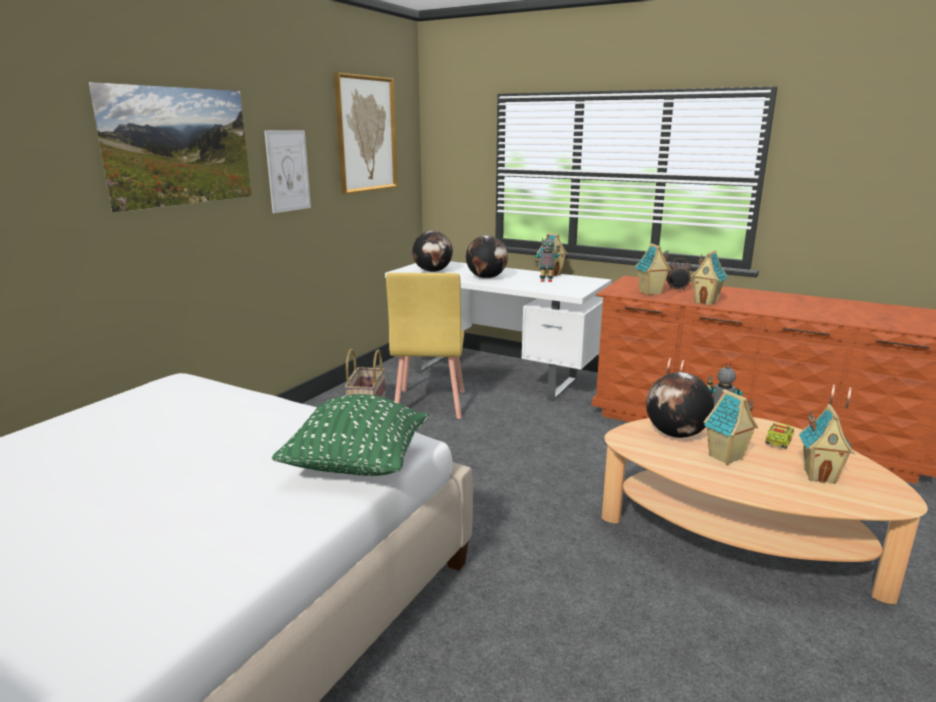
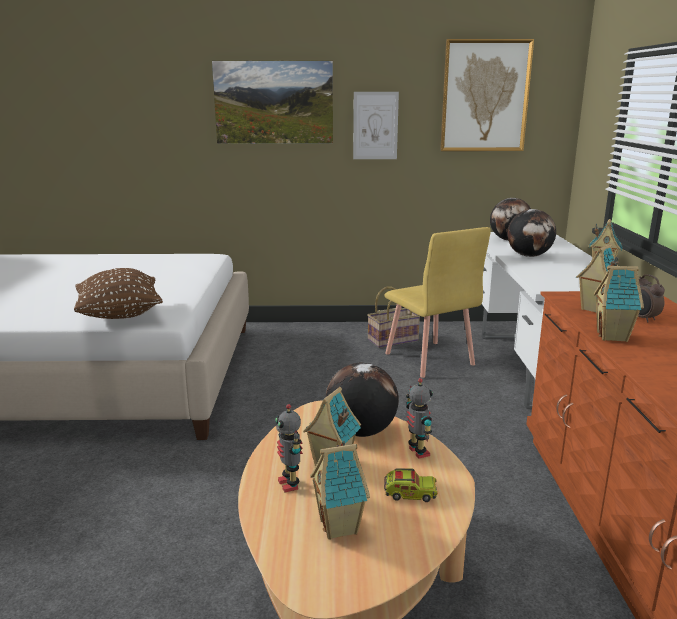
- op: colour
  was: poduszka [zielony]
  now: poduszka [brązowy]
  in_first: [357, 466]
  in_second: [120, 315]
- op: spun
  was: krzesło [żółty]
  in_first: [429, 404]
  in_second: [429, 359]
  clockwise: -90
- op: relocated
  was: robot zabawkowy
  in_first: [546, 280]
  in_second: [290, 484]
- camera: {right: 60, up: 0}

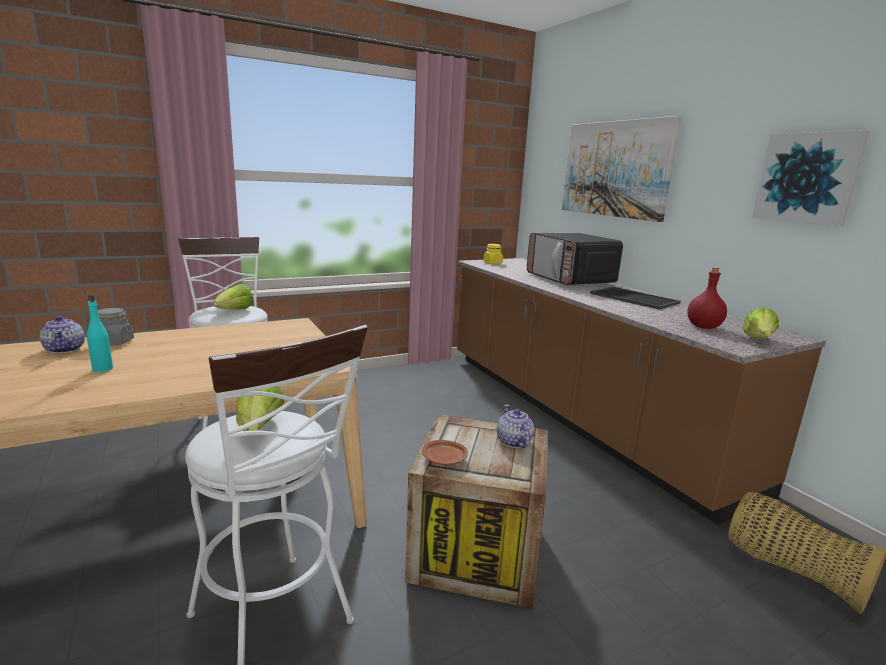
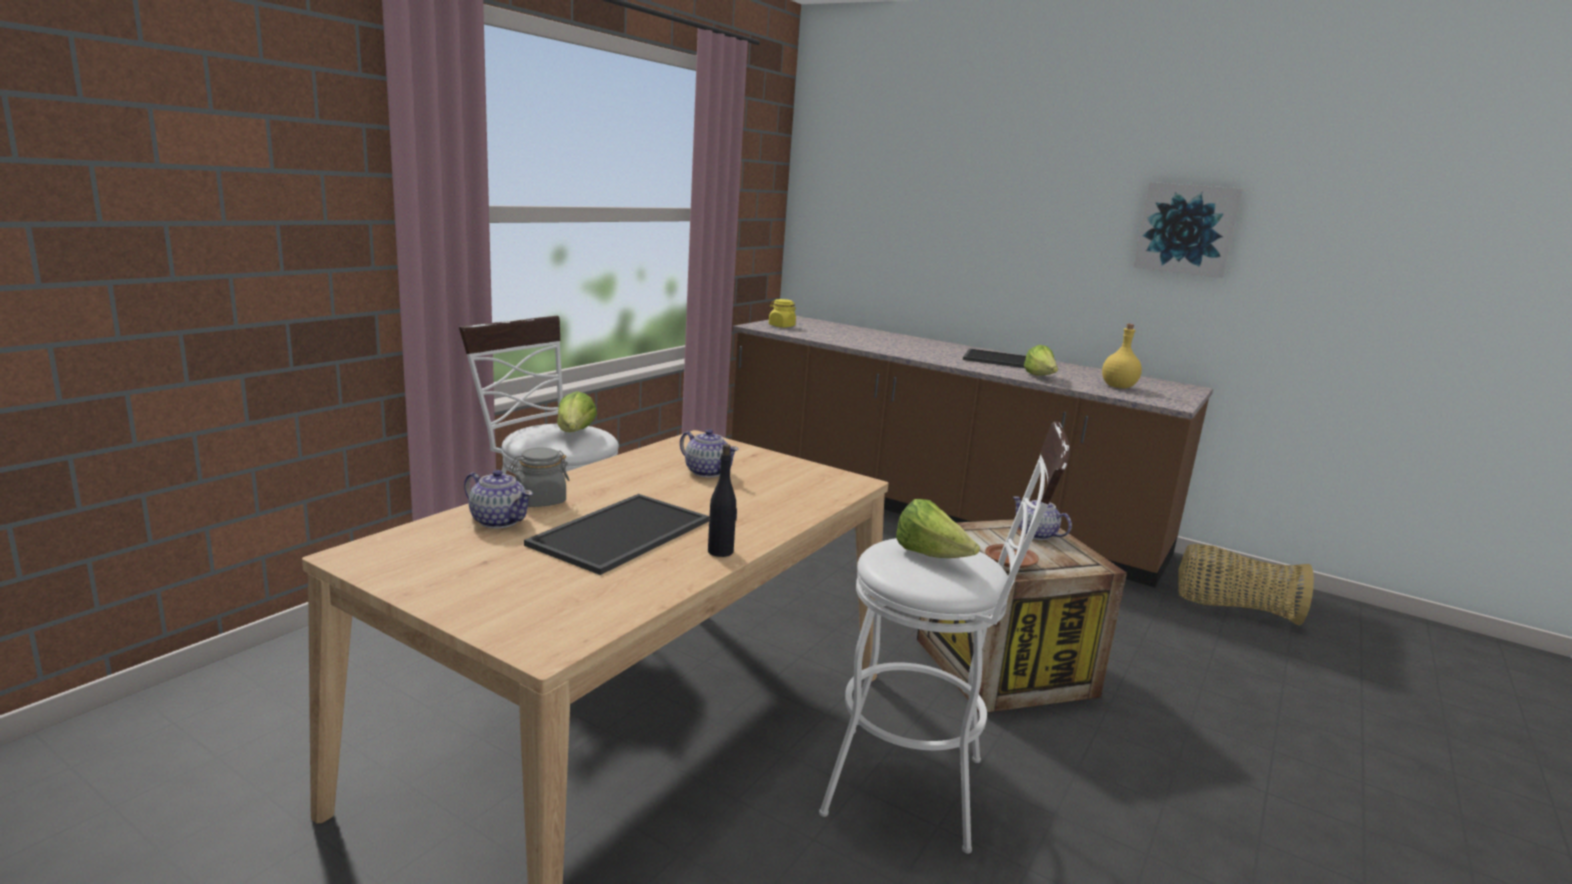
- op: exchanged
  was: butelka [turkusowy]
  now: taca
  in_first: [102, 369]
  in_second: [622, 534]
- op: missing
  was: mikrofalówka
  in_first: [570, 279]
- op: missing
  was: obraz
  in_first: [615, 169]
- op: colour
  was: butelka [czerwony]
  now: butelka [żółty]
  in_first: [702, 327]
  in_second: [1117, 387]
- op: relocated
  was: sałata
  in_first: [758, 340]
  in_second: [1040, 377]
- op: appeared
  now: imbryk
  in_second: [707, 472]
- op: appeared
  now: butelka [czarny]
  in_second: [721, 551]
- camera: {right: -30, up: 0}

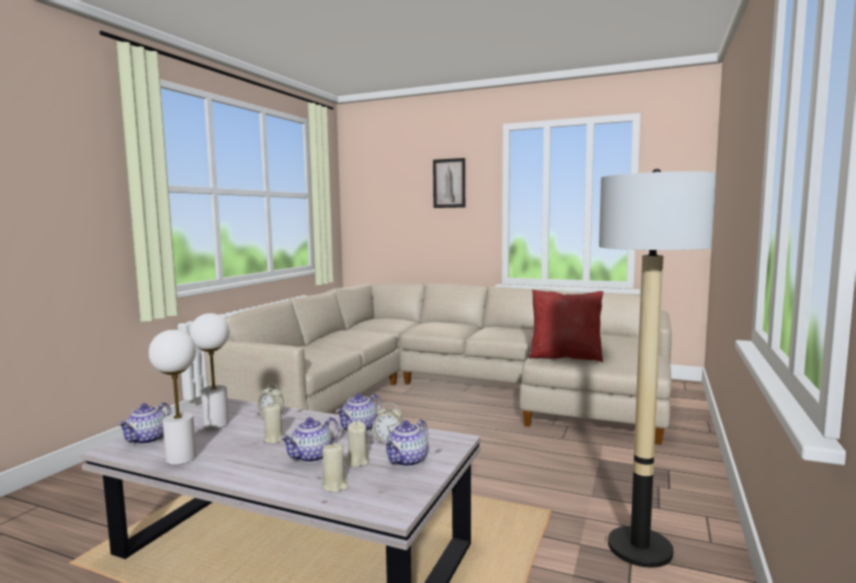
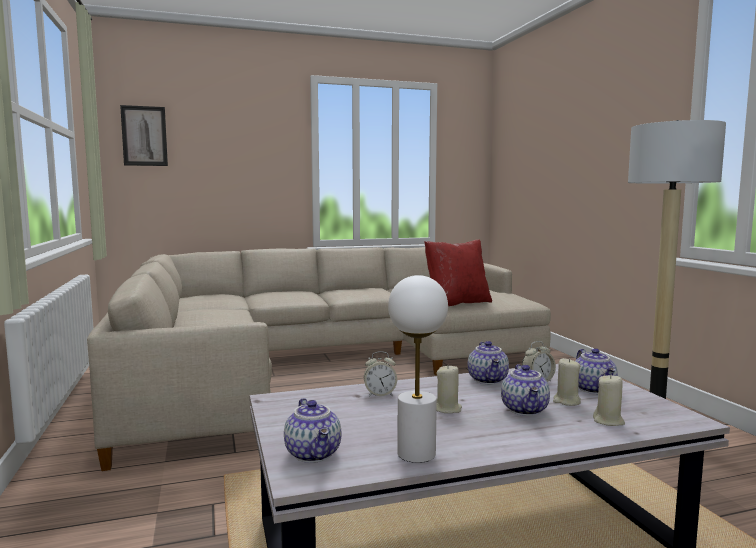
- op: missing
  was: lampa stołowa [biały]
  in_first: [215, 424]
- op: relocated
  was: obraz
  in_first: [449, 183]
  in_second: [144, 136]
- camera: {right: -40, up: 0}

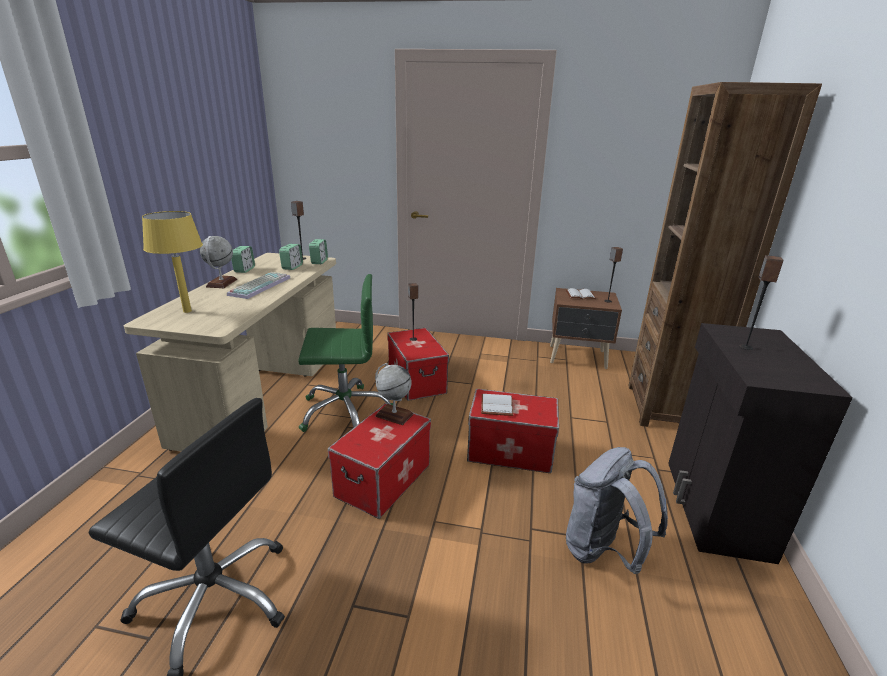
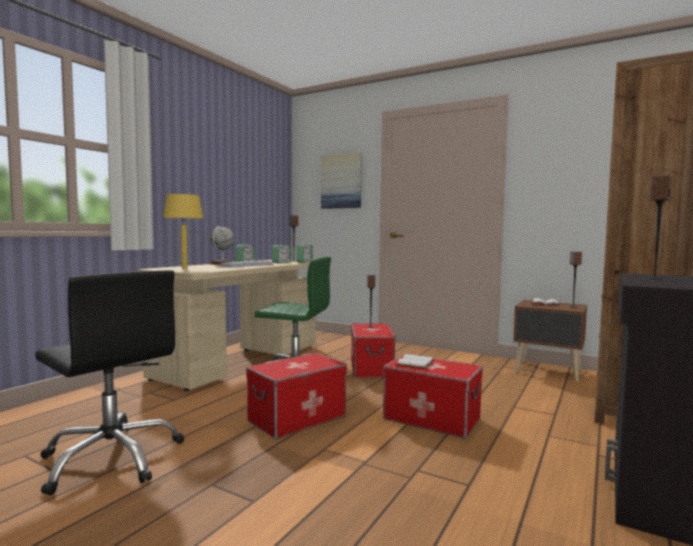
- op: missing
  was: globus
  in_first: [394, 415]
- op: missing
  was: plecak [szary]
  in_first: [603, 551]
- op: appeared
  now: obraz
  in_second: [341, 181]
- camera: {right: 20, up: -20}

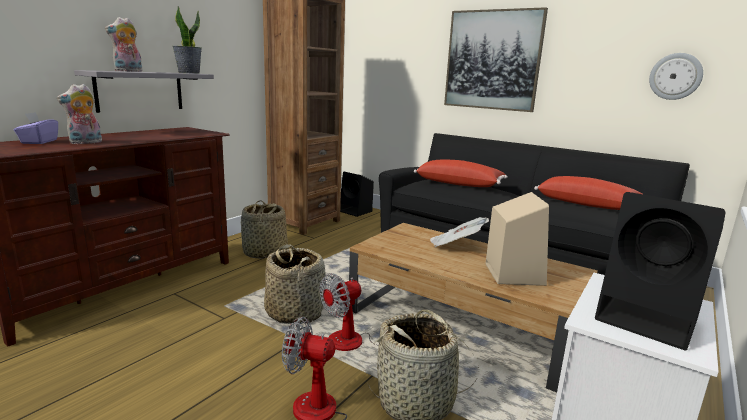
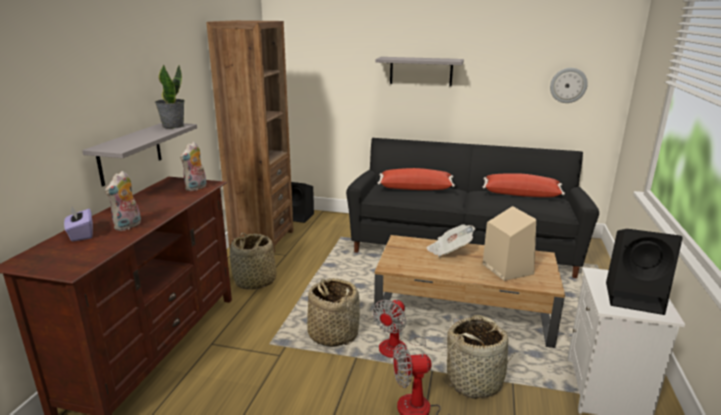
- op: relocated
  was: pluszak
  in_first: [128, 71]
  in_second: [196, 188]
- op: exchanged
  was: obraz
  now: półka [szary]
  in_first: [492, 60]
  in_second: [421, 71]
- camera: {right: -20, up: 5}

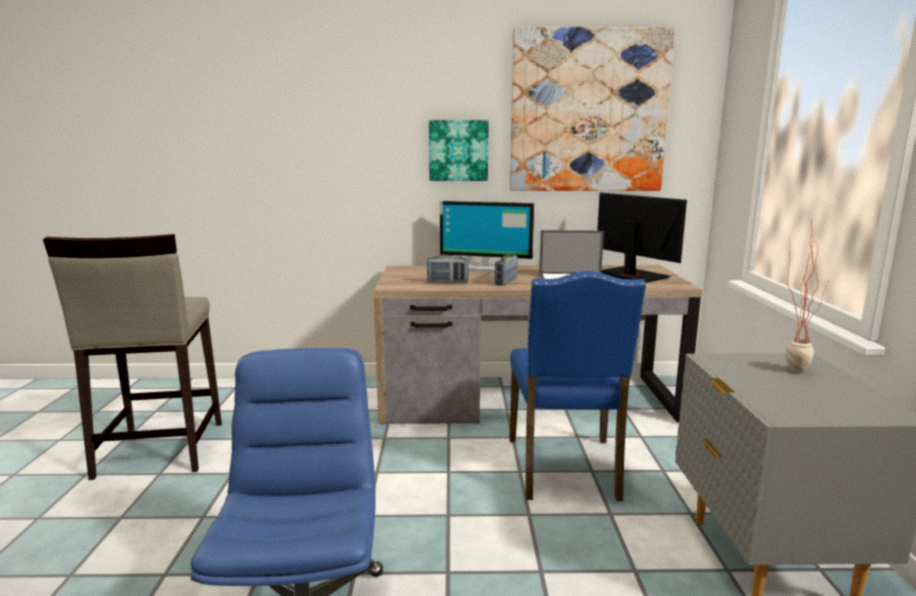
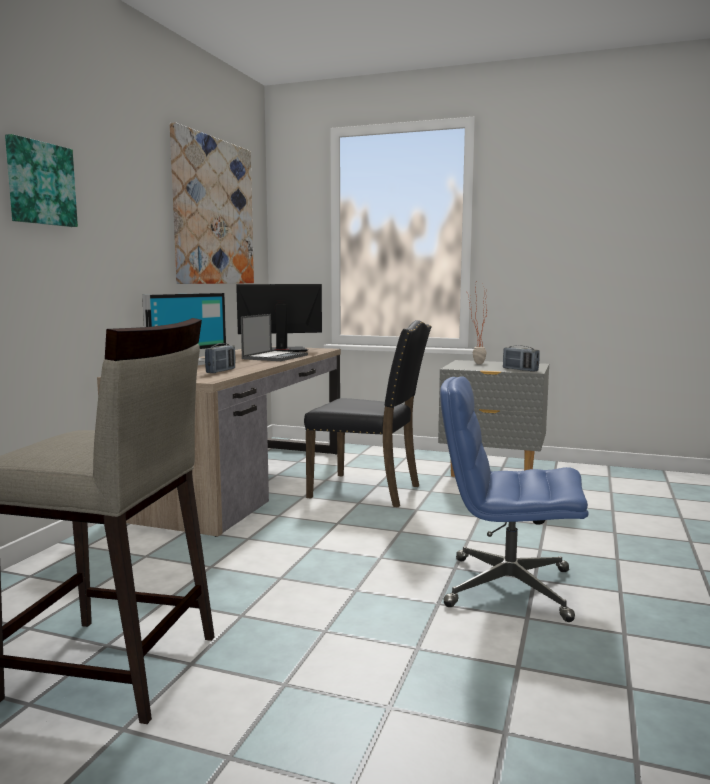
- op: relocated
  was: obraz
  in_first: [458, 150]
  in_second: [40, 183]
- op: relocated
  was: radio
  in_first: [506, 281]
  in_second: [520, 370]
- op: colour
  was: krzesło [niebieski]
  now: krzesło [czarny]
  in_first: [565, 469]
  in_second: [368, 491]
- camera: {right: -70, up: -5}

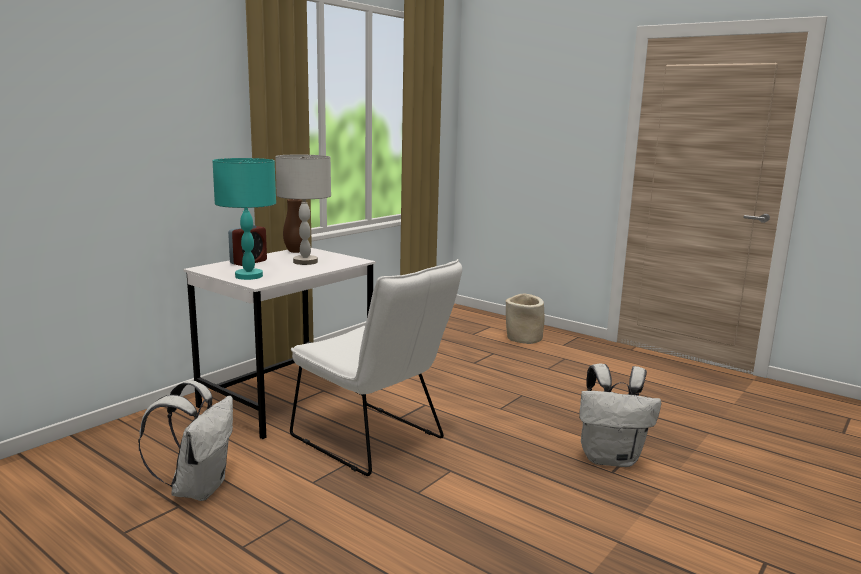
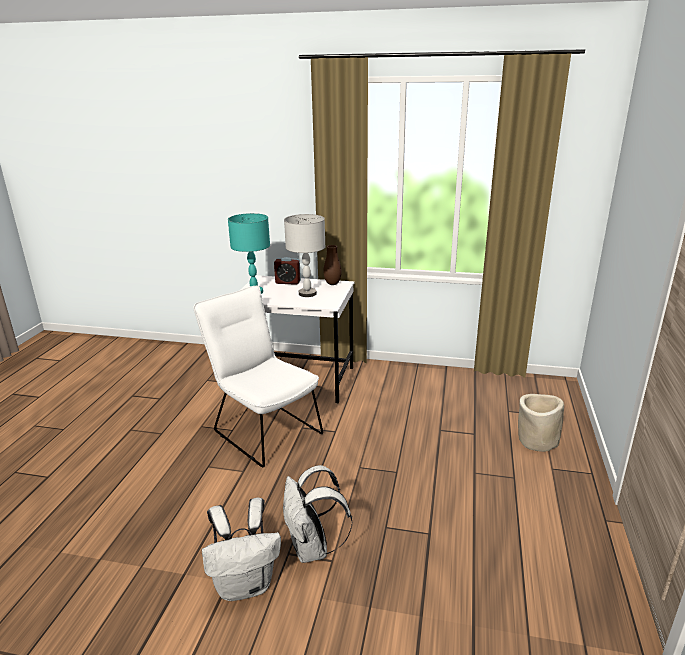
- op: relocated
  was: plecak [biały]
  in_first: [198, 488]
  in_second: [245, 584]
- op: spun
  was: krzesło [biały]
  in_first: [374, 441]
  in_second: [263, 429]
  clockwise: 120
- camera: {right: 65, up: 10}

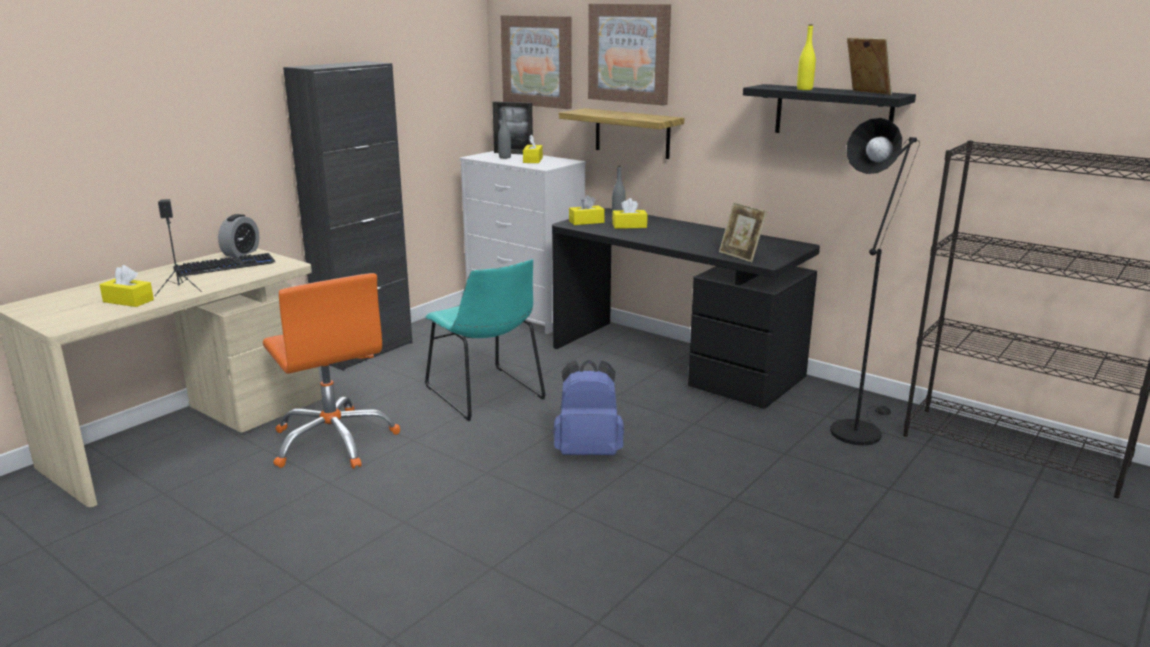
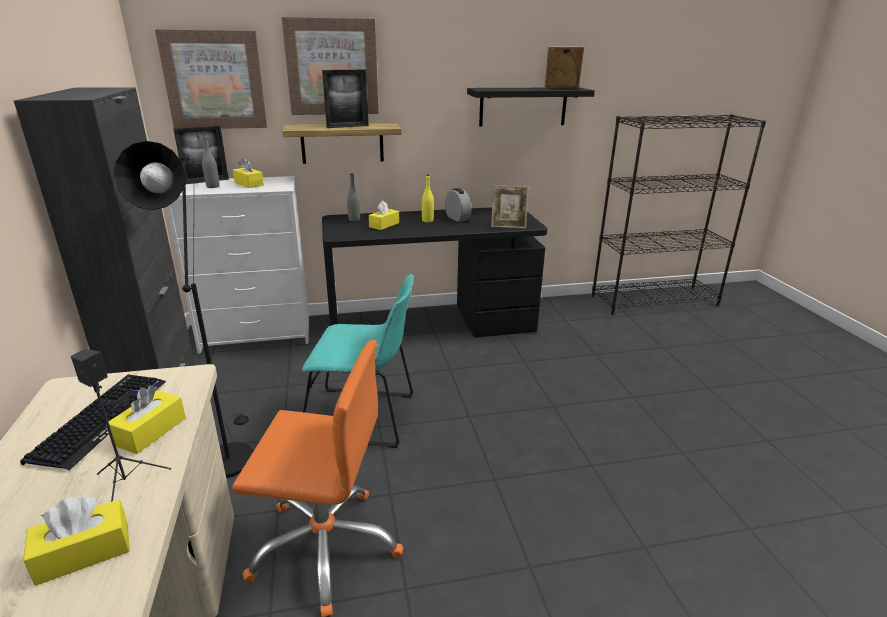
- op: relocated
  was: budzik
  in_first: [241, 253]
  in_second: [457, 218]
- op: missing
  was: plecak [niebieski]
  in_first: [588, 451]
- op: relocated
  was: pudełko chusteczek [żółty]
  in_first: [586, 222]
  in_second: [150, 431]
- op: relocated
  was: butelka [żółty]
  in_first: [804, 89]
  in_second: [427, 221]
- op: relocated
  was: lampa stojąca [czarny]
  in_first: [858, 429]
  in_second: [228, 454]
- op: appeared
  now: ramka na zdjęcie
  in_second: [347, 126]
- camera: {right: -50, up: 5}

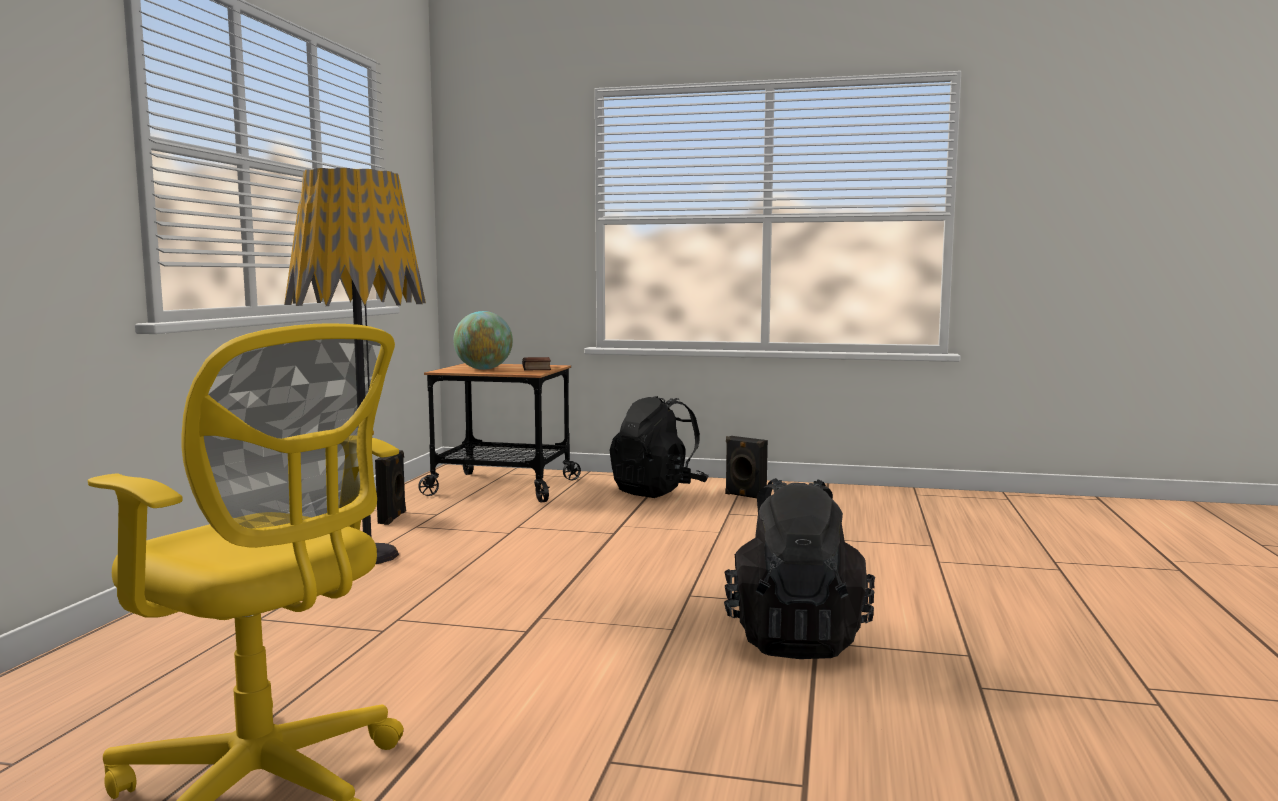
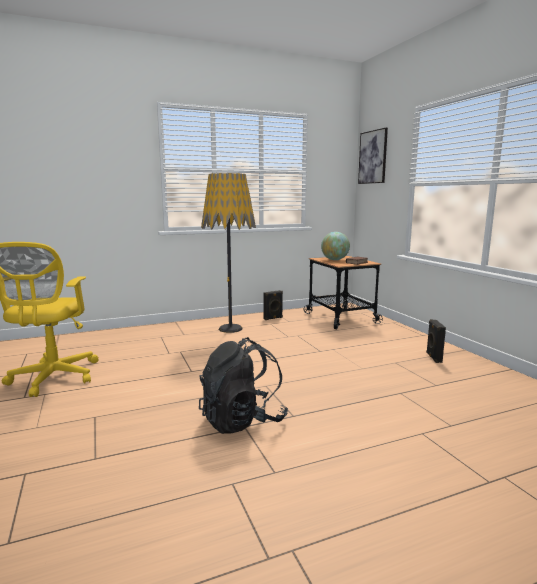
- op: missing
  was: plecak [czarny]
  in_first: [658, 491]
- op: appeared
  now: obraz
  in_second: [373, 157]
- camera: {right: 55, up: 5}

